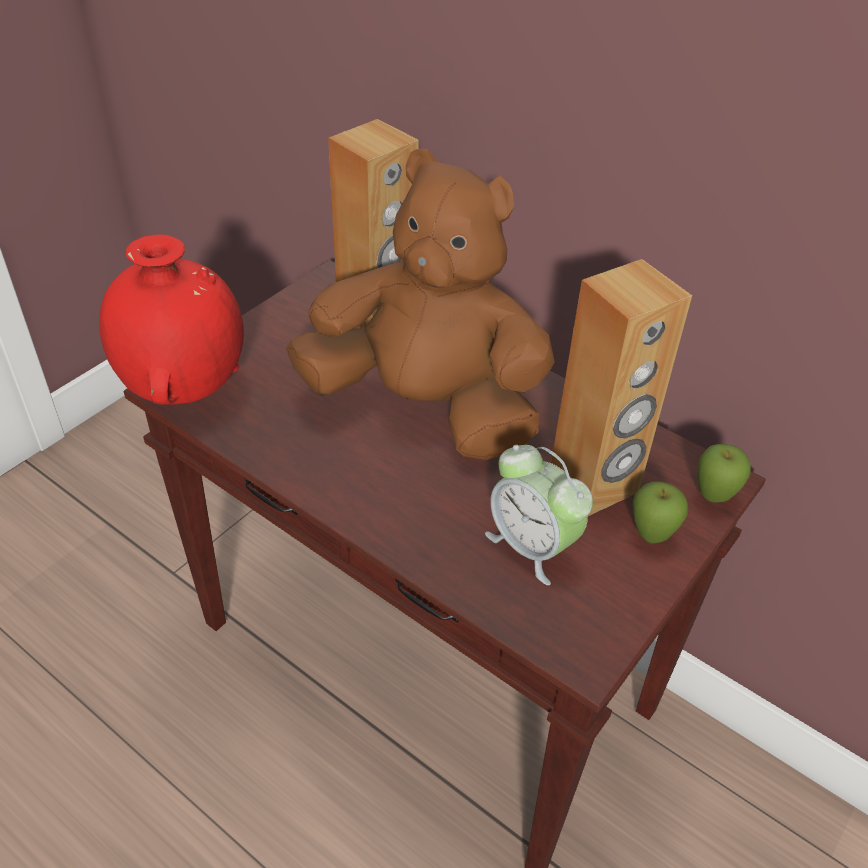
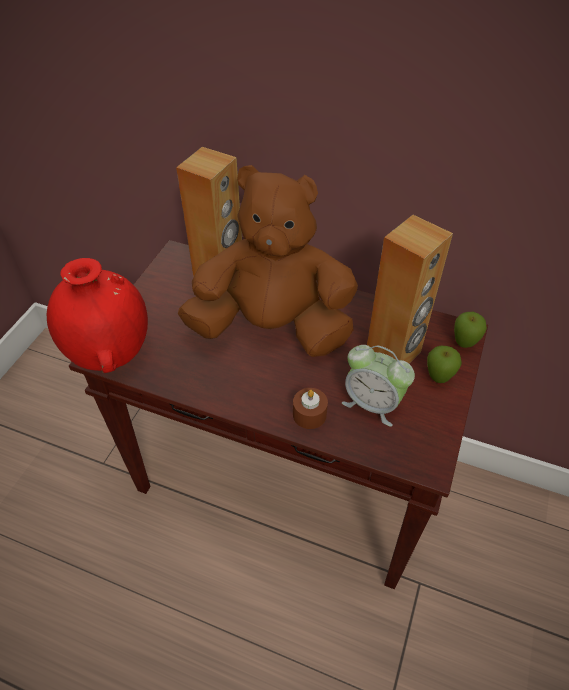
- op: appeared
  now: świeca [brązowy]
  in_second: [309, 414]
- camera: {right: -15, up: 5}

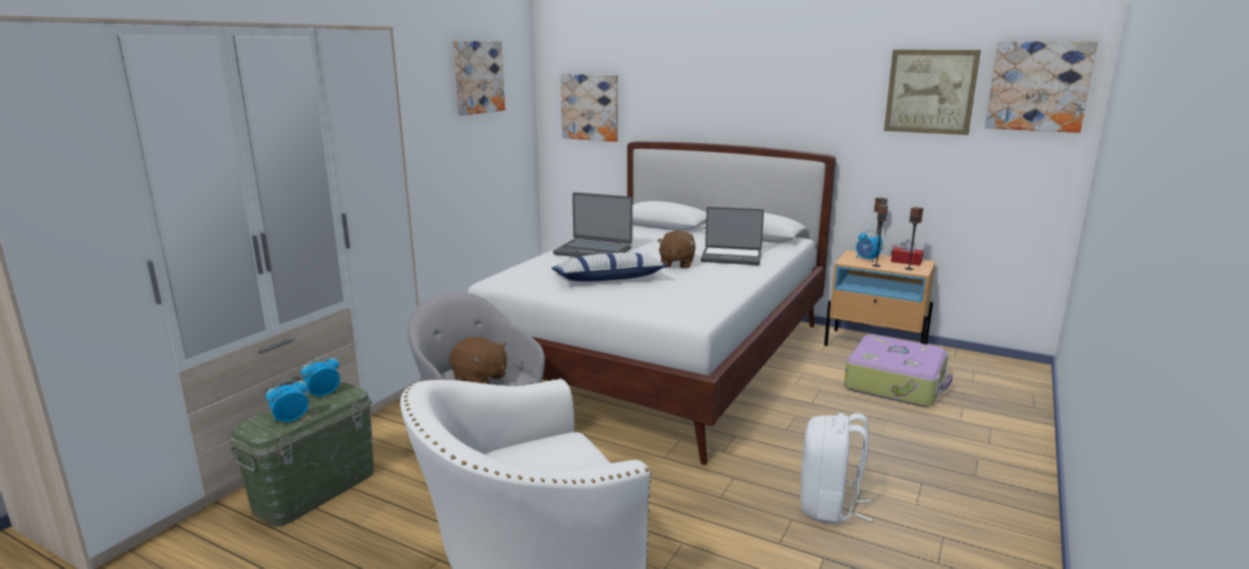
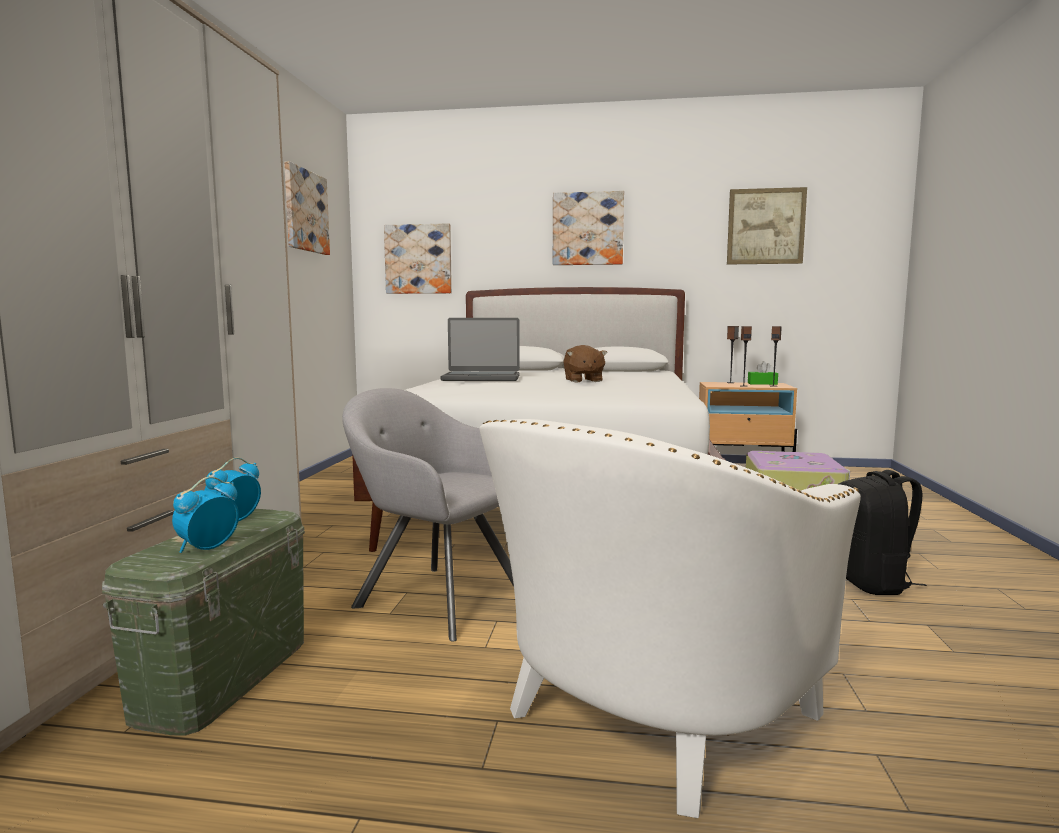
- op: missing
  was: pluszak [brązowy]
  in_first: [480, 379]
- op: missing
  was: poduszka
  in_first: [608, 279]
- op: missing
  was: laptop
  in_first: [731, 257]
- op: colour
  was: plecak [biały]
  now: plecak [czarny]
  in_first: [829, 506]
  in_second: [870, 582]
- op: missing
  was: budzik
  in_first: [867, 259]
- op: colour
  was: pudełko chusteczek [czerwony]
  now: pudełko chusteczek [zielony]
  in_first: [906, 261]
  in_second: [762, 383]
- op: relocated
  was: obraz
  in_first: [1038, 86]
  in_second: [588, 229]
- camera: {right: -20, up: -10}

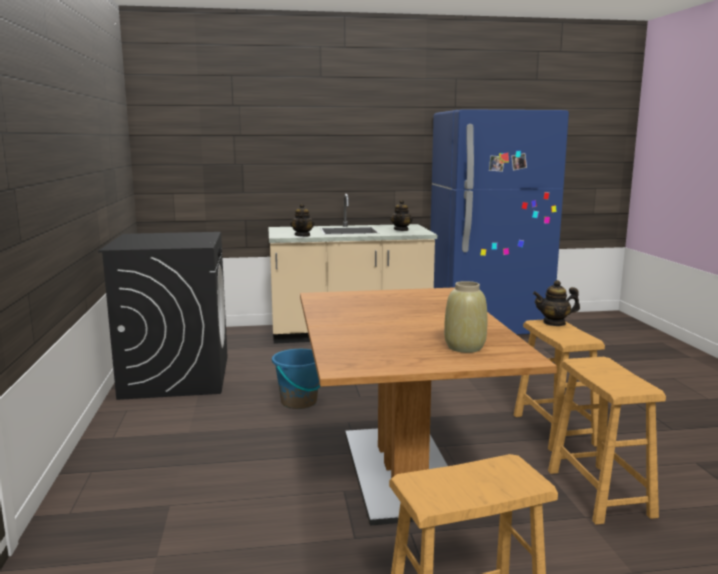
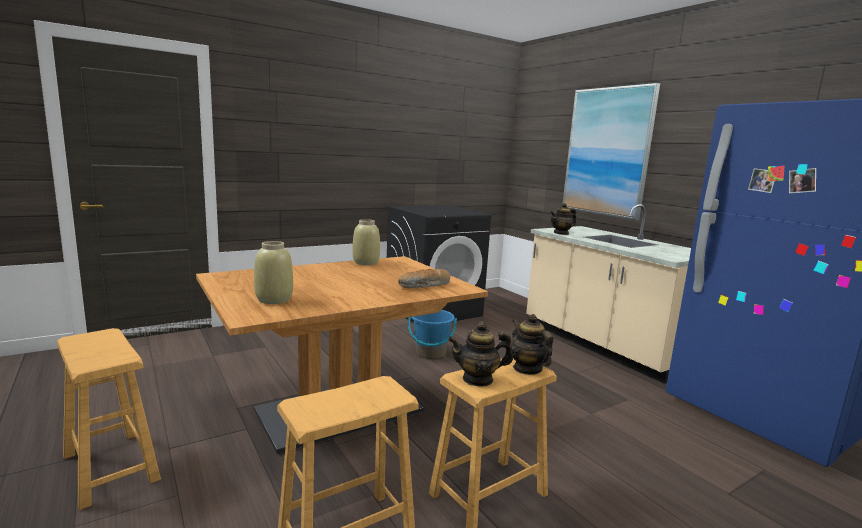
- op: relocated
  was: imbryk
  in_first: [401, 230]
  in_second: [478, 379]
- op: appeared
  now: wazon [beżowy]
  in_second: [366, 263]
- op: appeared
  now: chleb
  in_second: [425, 286]
- op: appeared
  now: obraz
  in_second: [607, 152]
- camera: {right: 65, up: 0}

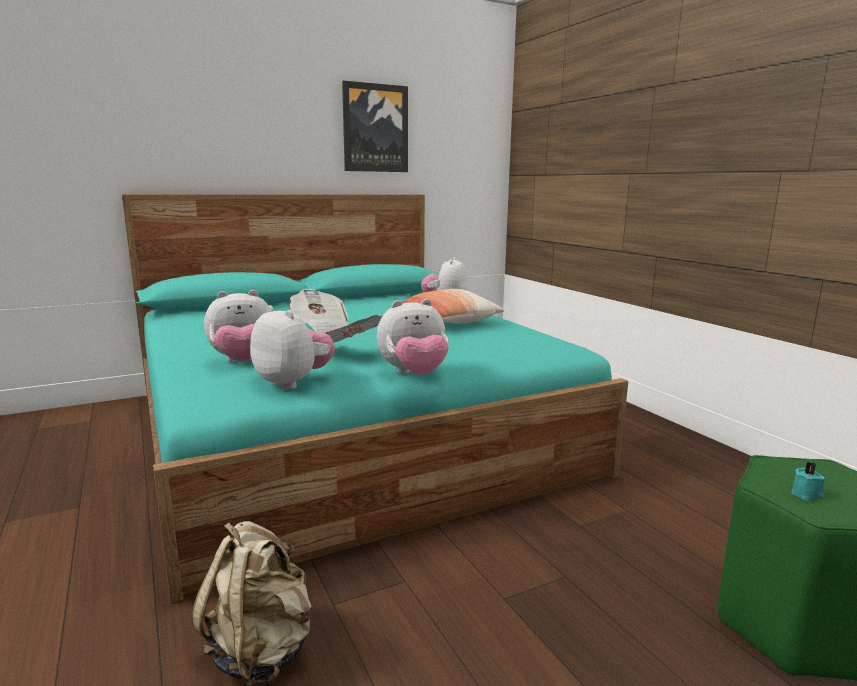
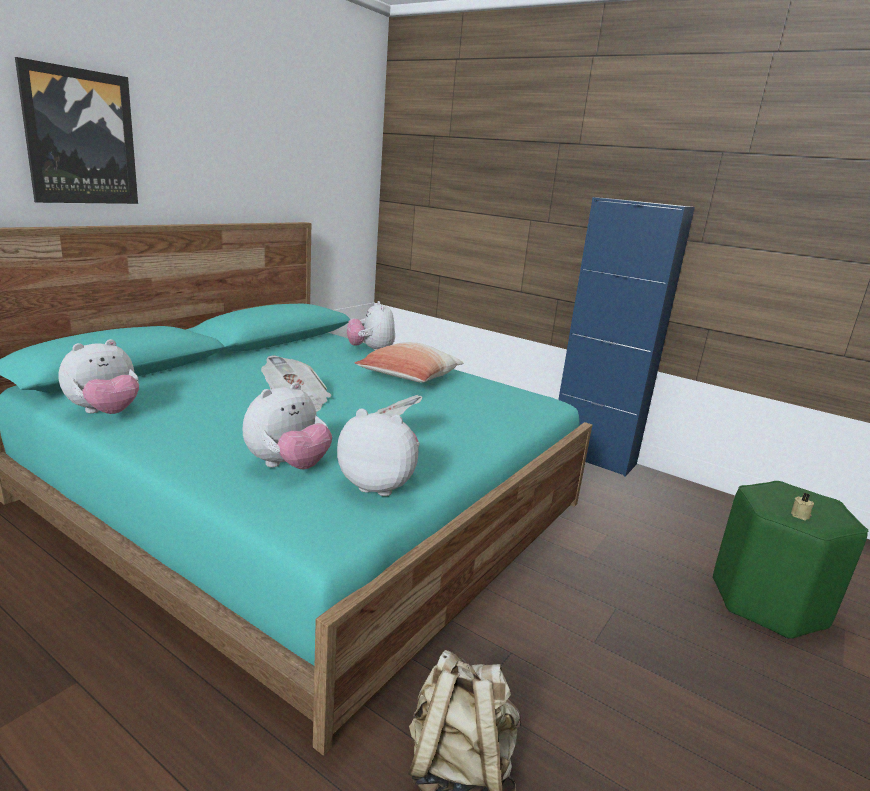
- op: relocated
  was: obraz
  in_first: [375, 128]
  in_second: [80, 137]
- op: relocated
  was: pluszak
  in_first: [414, 374]
  in_second: [105, 412]
- op: colour
  was: świeca [turkusowy]
  now: świeca [beżowy]
  in_first: [807, 495]
  in_second: [801, 515]
- op: appeared
  now: szafka [niebieski]
  in_second: [592, 457]
- camera: {right: -30, up: 5}

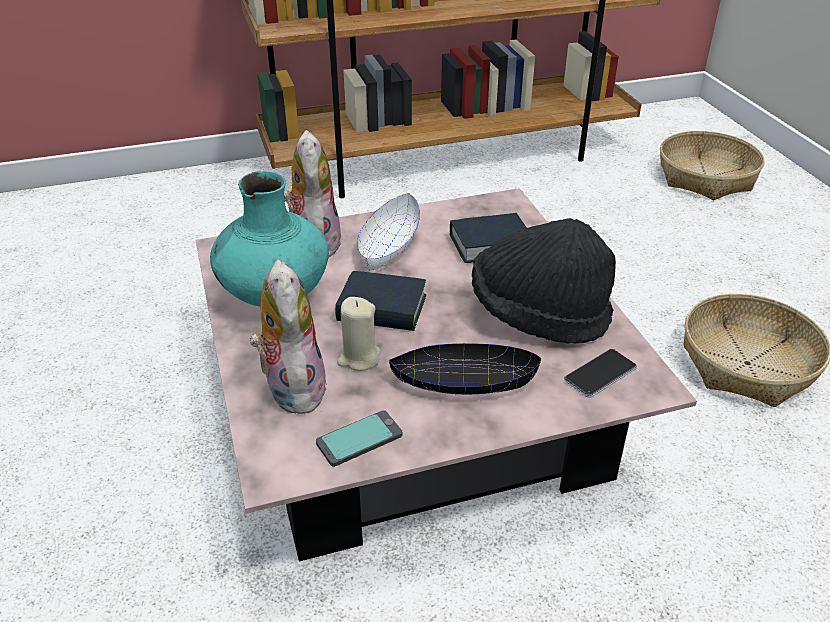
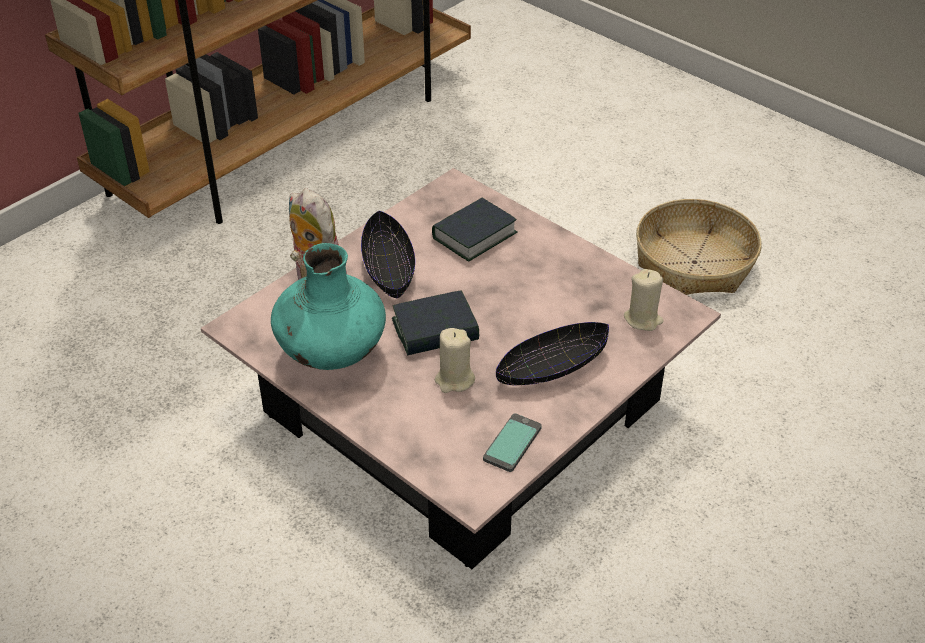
- op: missing
  was: pluszak
  in_first: [292, 387]
- op: colour
  was: miska [biały]
  now: miska [czarny]
  in_first: [389, 245]
  in_second: [388, 268]
- op: missing
  was: kapelusz [czarny]
  in_first: [538, 314]
- op: exchanged
  was: telefon
  now: świeca [beżowy]
  in_first: [600, 374]
  in_second: [643, 319]
- op: missing
  was: koszyk
  in_first: [706, 177]
- camera: {right: -30, up: 5}

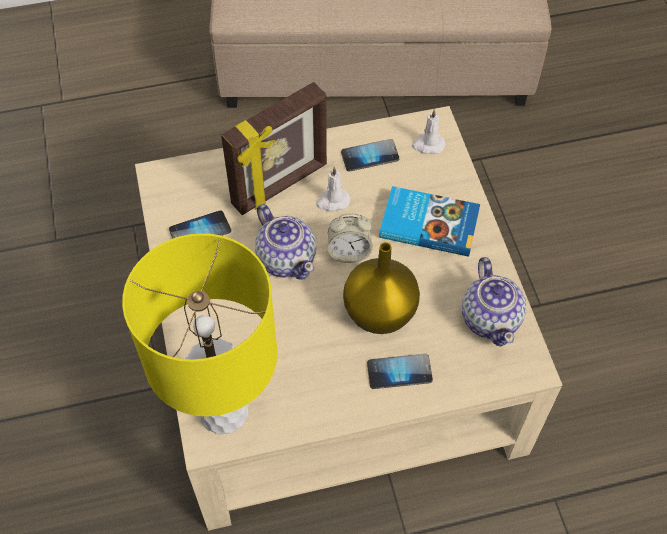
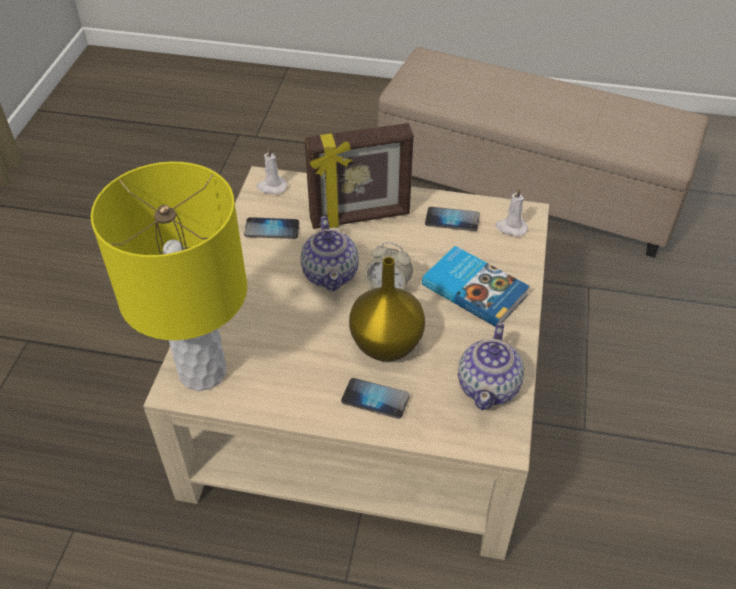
- op: relocated
  was: świeca [biały]
  in_first: [332, 201]
  in_second: [271, 187]
- camera: {right: 25, up: -10}

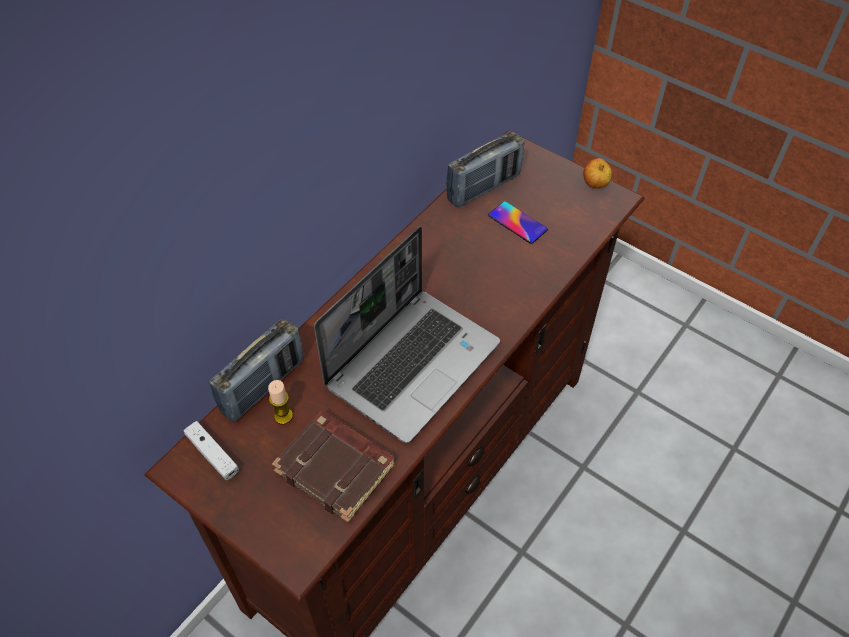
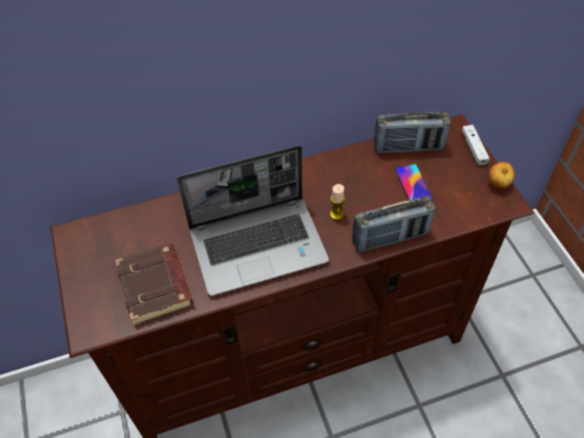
- op: relocated
  was: pad do gier [biały]
  in_first: [212, 454]
  in_second: [474, 148]
- op: relocated
  was: radio
  in_first: [263, 386]
  in_second: [390, 238]
- op: relocated
  was: świeca
  in_first: [283, 416]
  in_second: [336, 214]
- camera: {right: 35, up: 0}

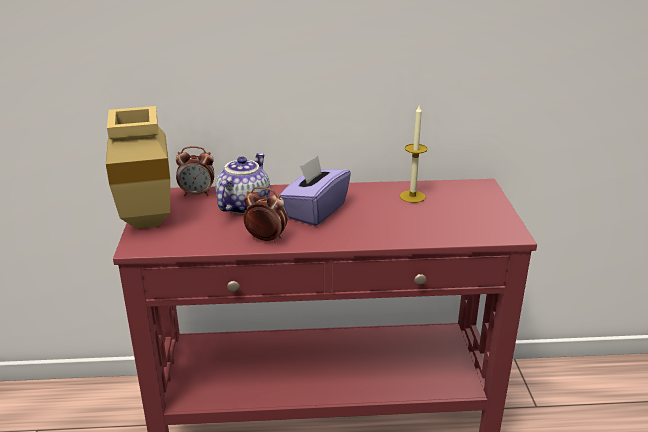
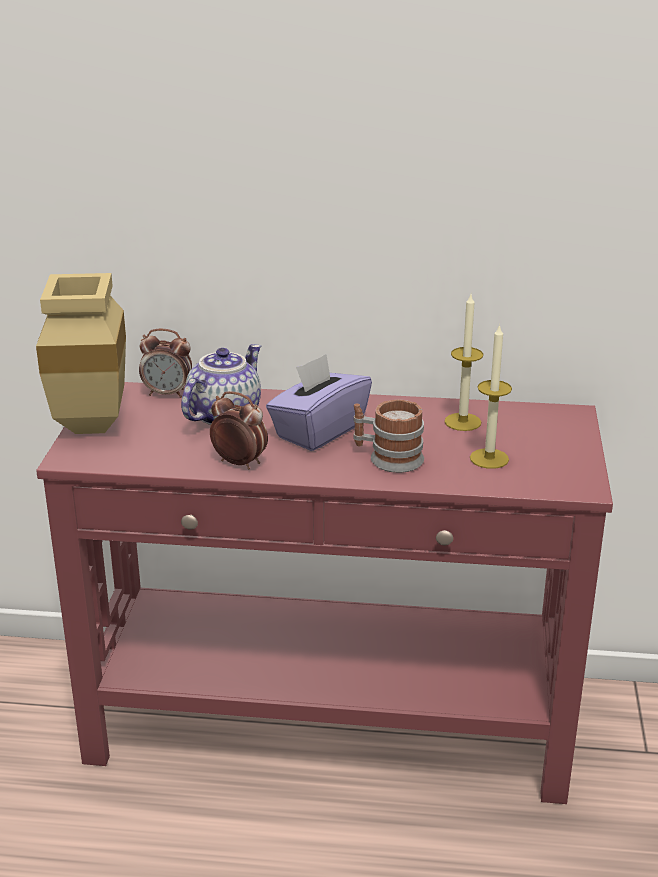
- op: appeared
  now: kubek
  in_second: [387, 458]
- op: appeared
  now: świeca
  in_second: [489, 458]
- camera: {right: 10, up: 0}

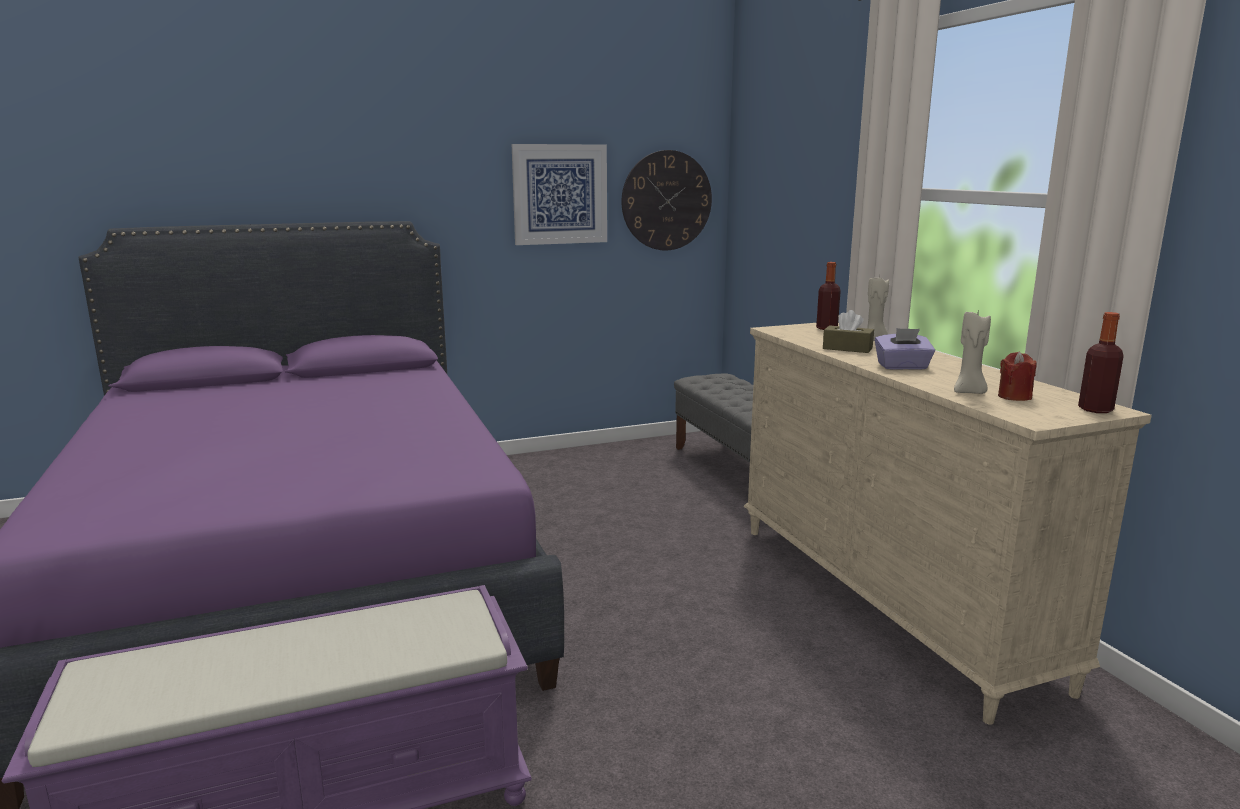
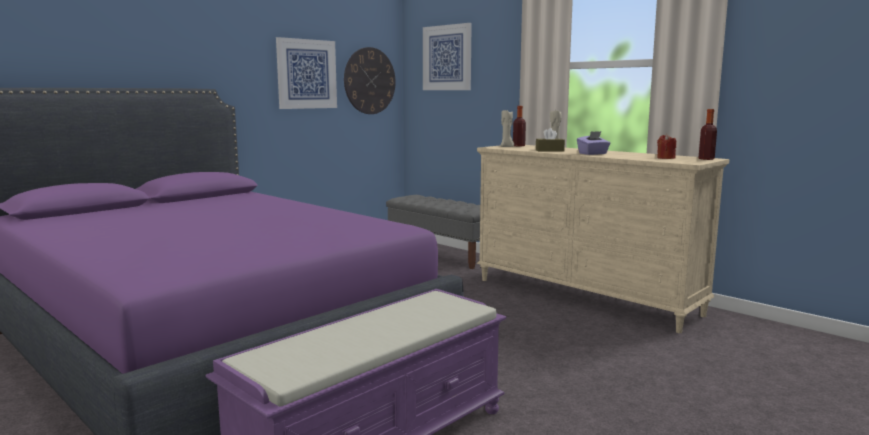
- op: relocated
  was: świeca [beżowy]
  in_first: [969, 392]
  in_second: [506, 147]
- op: appeared
  now: obraz
  in_second: [447, 58]
- camera: {right: -25, up: -5}

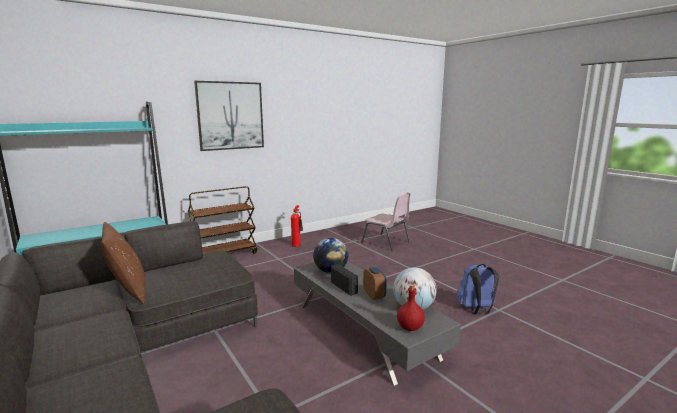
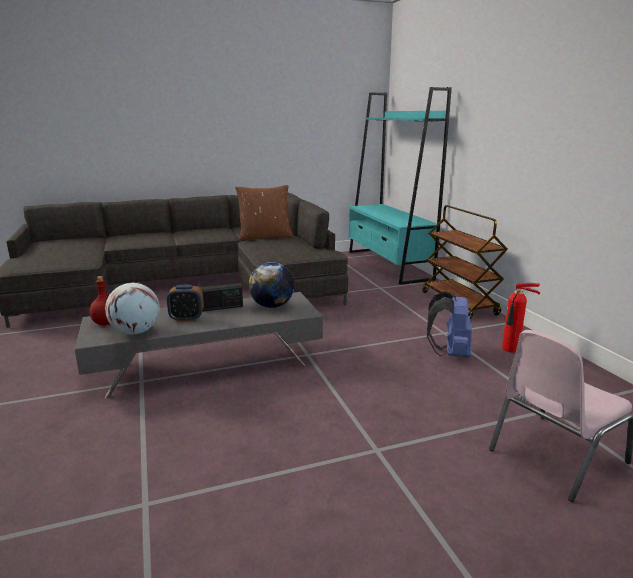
- op: missing
  was: obraz
  in_first: [230, 116]
- op: relocated
  was: plecak [niebieski]
  in_first: [476, 310]
  in_second: [450, 353]
- camera: {right: 105, up: 5}

